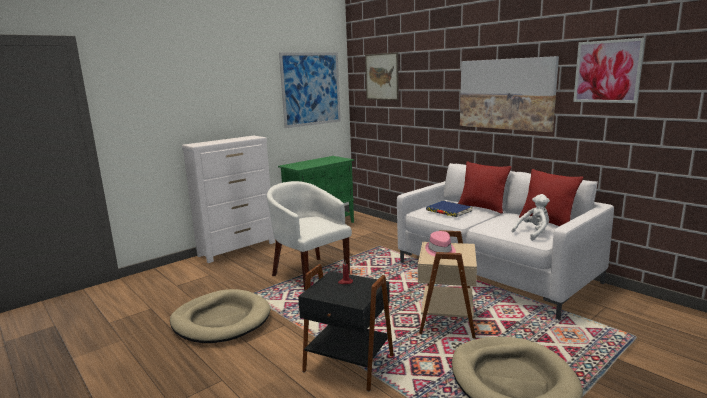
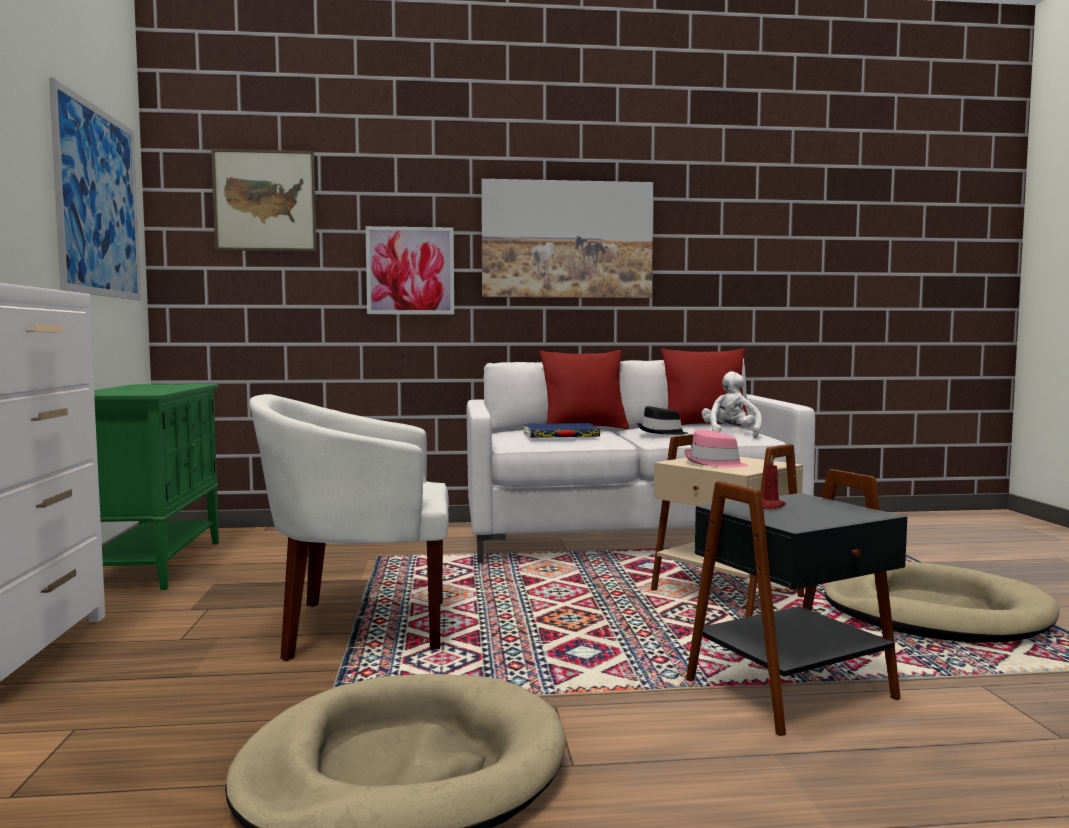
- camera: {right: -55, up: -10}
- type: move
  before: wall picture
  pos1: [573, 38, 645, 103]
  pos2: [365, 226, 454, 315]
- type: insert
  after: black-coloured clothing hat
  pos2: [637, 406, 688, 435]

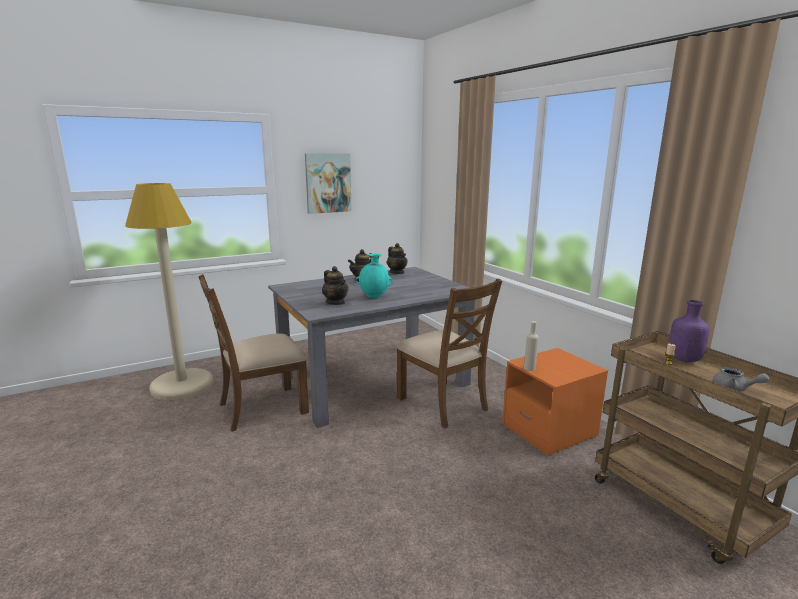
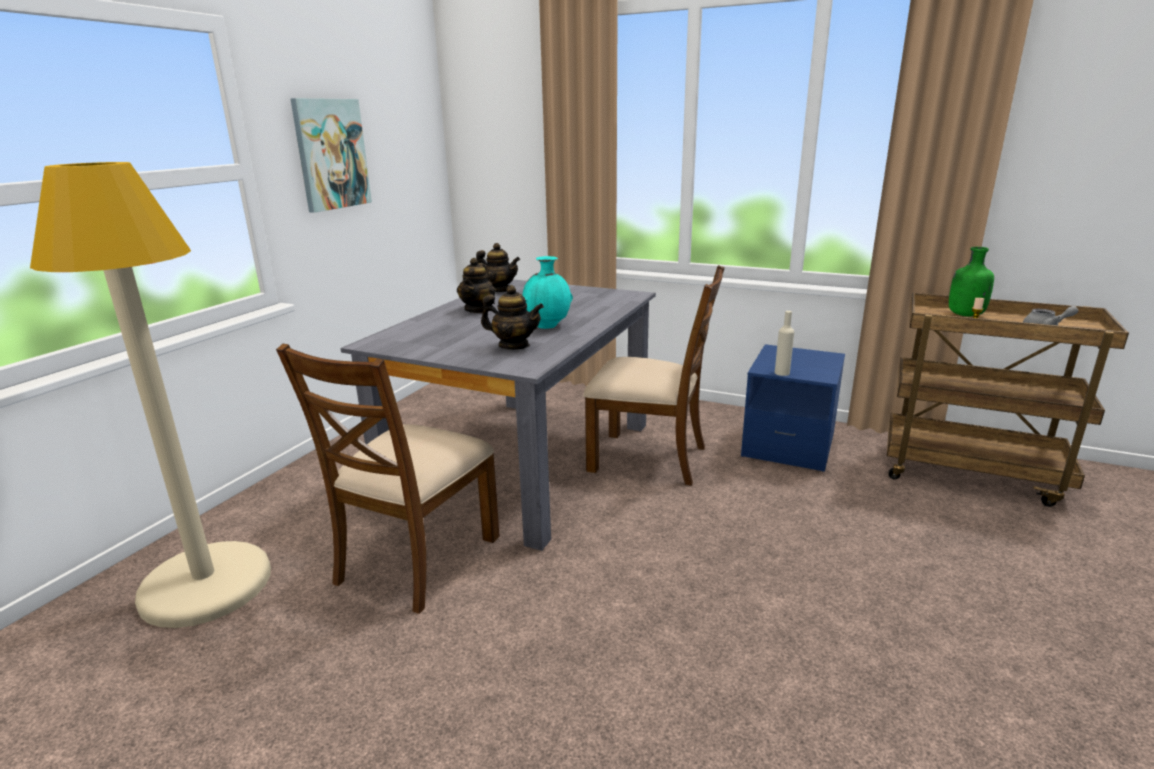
- camera: {right: -35, up: 5}
- type: recolor
  before: orange night table
  after: blue night table
  pos1: [502, 348, 608, 456]
  pos2: [741, 344, 845, 472]
- type: recolor
  before: purplish bottle
  after: green-coloured bottle
  pos1: [668, 300, 709, 362]
  pos2: [949, 247, 994, 317]

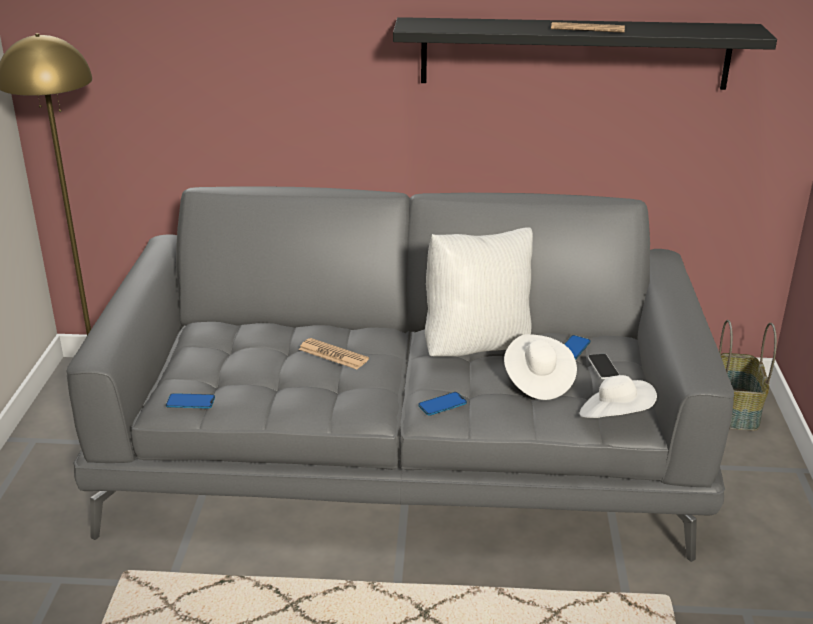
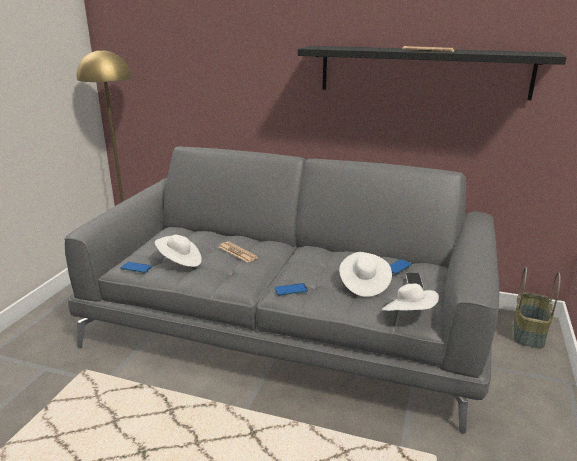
- camera: {right: 15, up: -5}
- type: delete
  before: whitish pillow
  pos1: [425, 227, 533, 357]
- type: insert
  after: whitish clothing hat
  pos2: [155, 235, 202, 267]

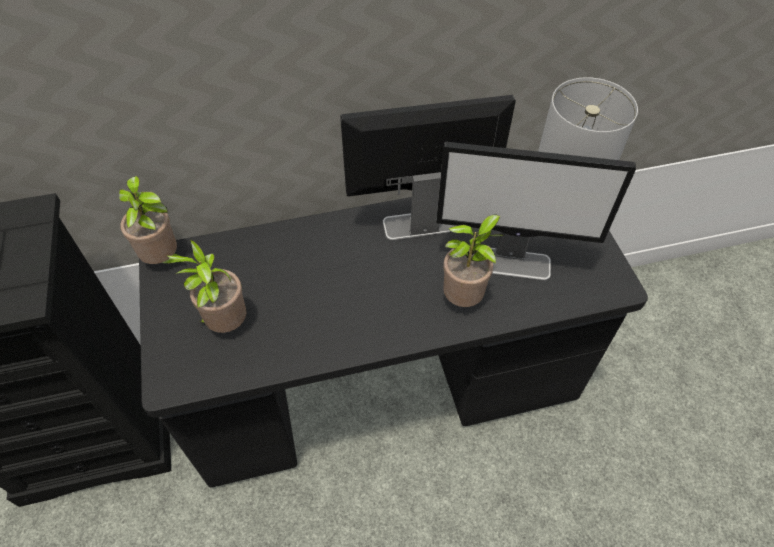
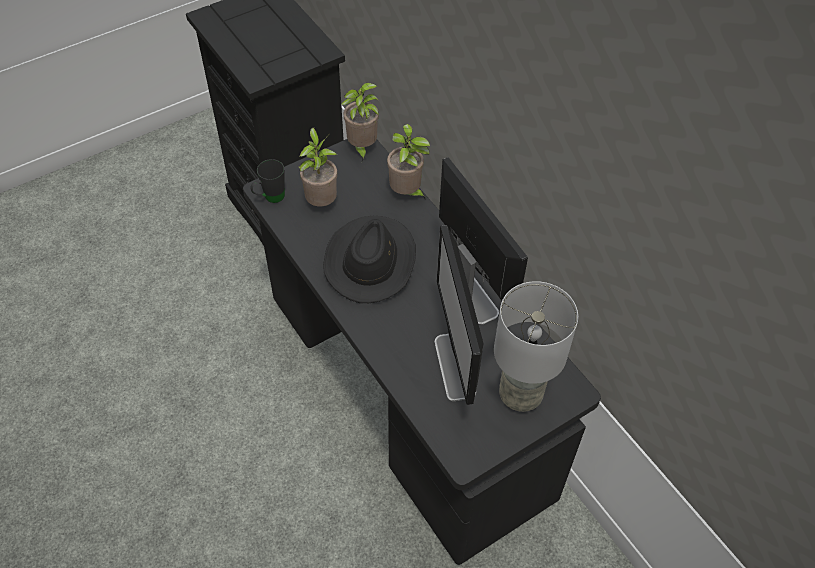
- camera: {right: 70, up: 0}
- type: move
  before: potted plant
  pos1: [443, 214, 504, 307]
  pos2: [387, 124, 430, 200]
- type: insert
  after: black-coloured mug
  pos2: [251, 159, 285, 203]
- type: insert
  after: black-coloured clothing hat
  pos2: [323, 216, 416, 303]

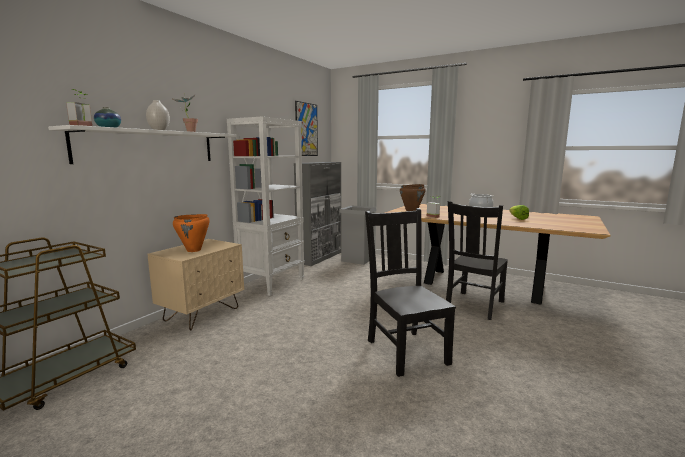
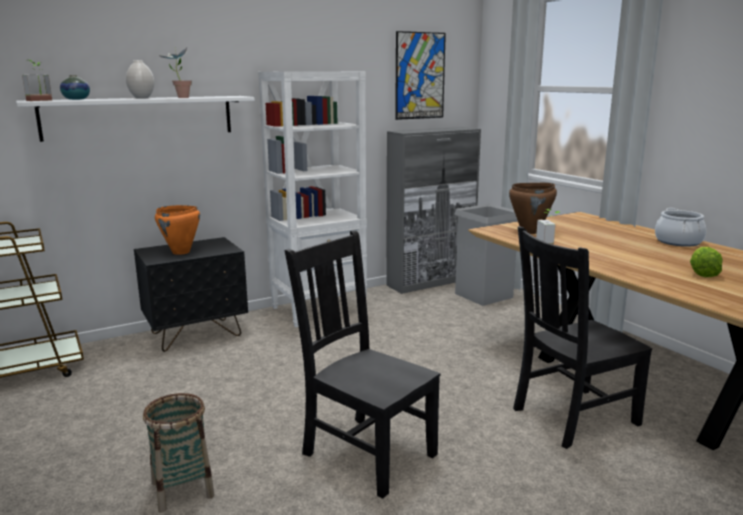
- camera: {right: 30, up: 5}
- type: recolor
  before: sand-coloured night table
  after: black-coloured night table
  pos1: [147, 239, 244, 331]
  pos2: [134, 237, 248, 352]
- type: rotate
  before: black-coloured upright chair
  pos1: [365, 208, 456, 377]
  pos2: [285, 230, 441, 499]
  turn: -60
- type: insert
  after: storage basket
  pos2: [143, 393, 214, 513]

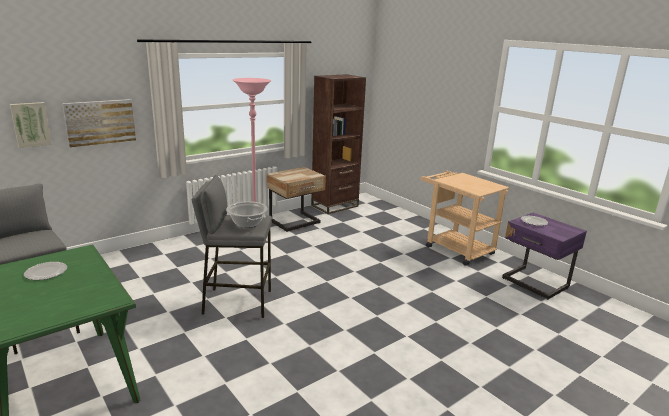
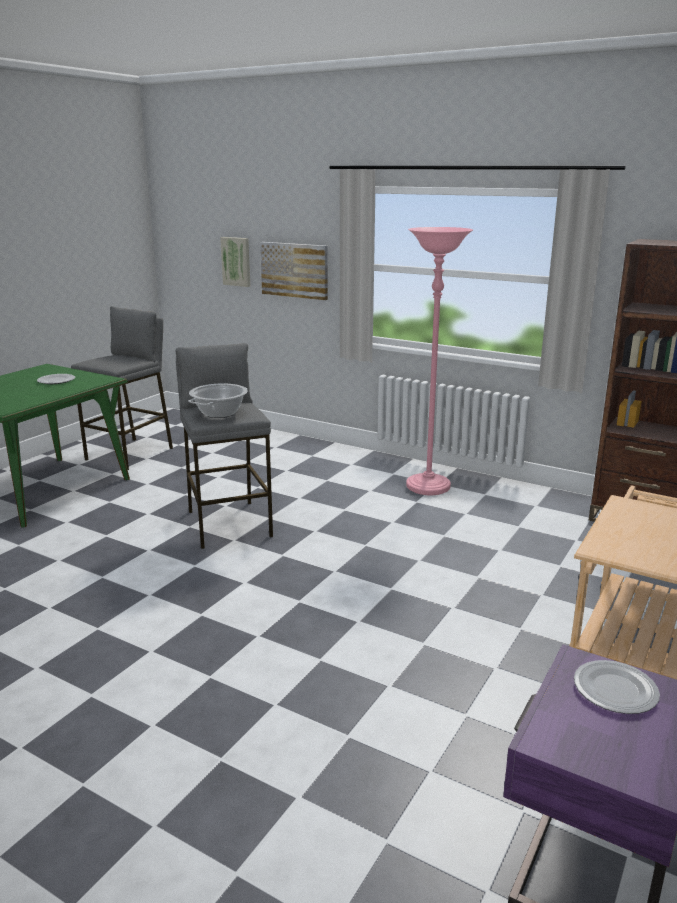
- camera: {right: 70, up: 0}
- type: delete
  before: sand-coloured night table
  pos1: [267, 167, 326, 232]

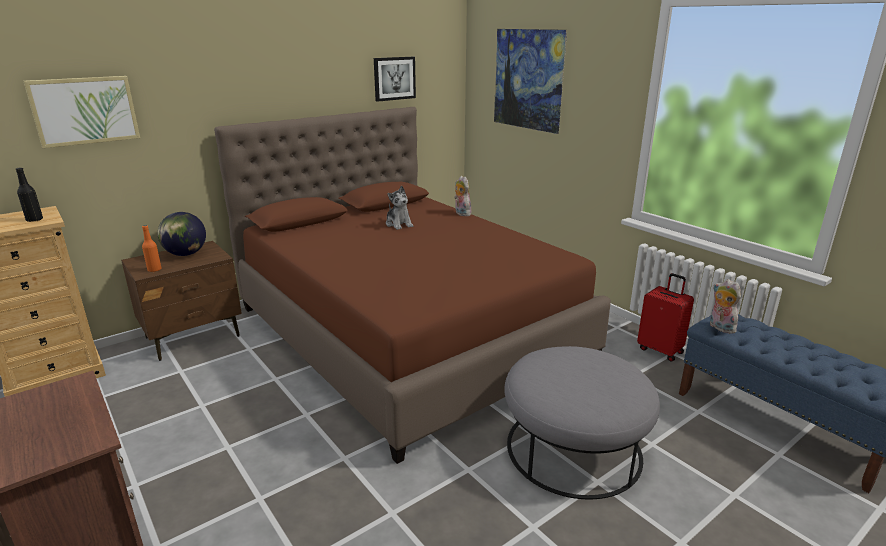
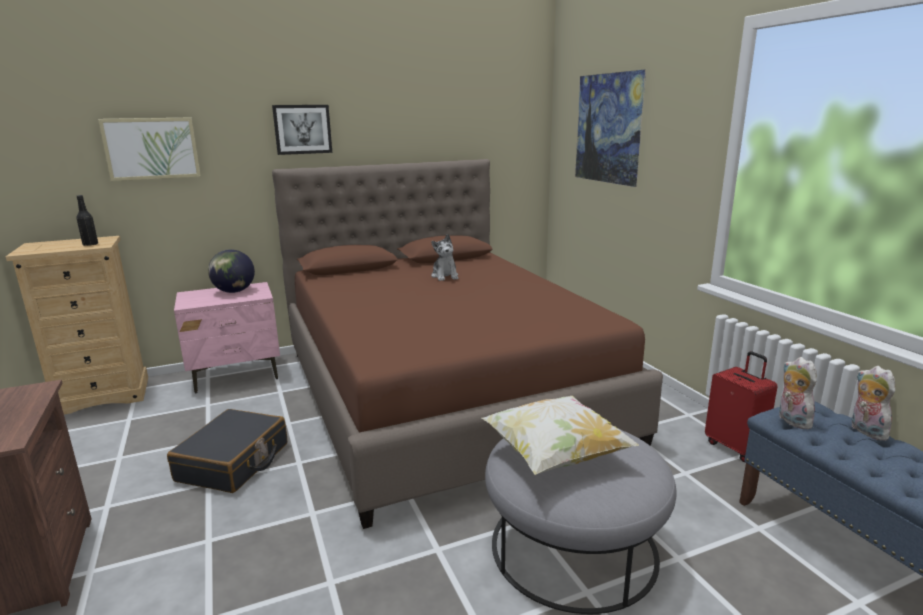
- camera: {right: 15, up: -5}
- type: recolor
  before: brown-coloured night table
  after: pink night table
  pos1: [121, 241, 242, 361]
  pos2: [174, 282, 280, 393]
- type: delete
  before: orange bottle
  pos1: [142, 225, 161, 272]
- type: move
  before: wall picture
  pos1: [374, 57, 416, 102]
  pos2: [272, 105, 332, 155]
- type: move
  before: cuddly toy
  pos1: [454, 176, 471, 216]
  pos2: [852, 366, 895, 441]
- type: insert
  after: black-coloured piece of luggage
  pos2: [167, 409, 287, 493]
- type: insert
  after: pillow
  pos2: [482, 396, 639, 475]

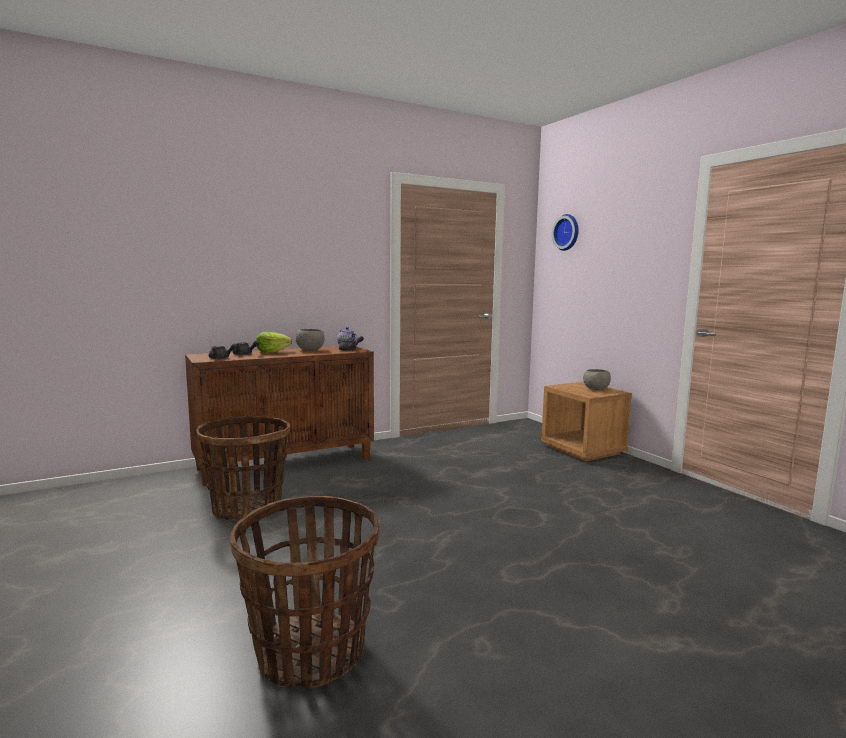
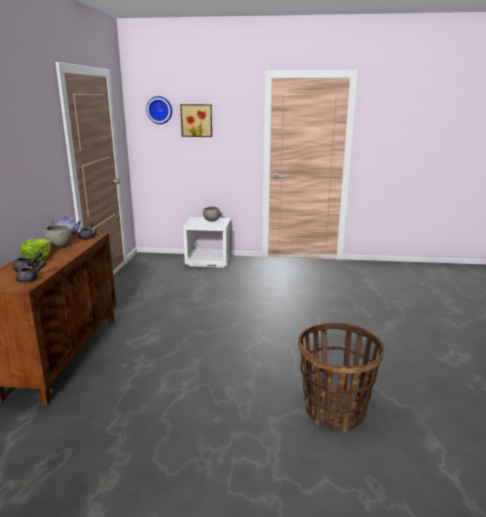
- camera: {right: -55, up: 10}
- type: delete
  before: storage basket
  pos1: [196, 416, 290, 521]
- type: recolor
  before: brown-coloured night table
  after: whitish night table
  pos1: [541, 382, 632, 462]
  pos2: [183, 217, 232, 268]
- type: insert
  after: wall picture
  pos2: [180, 104, 212, 137]

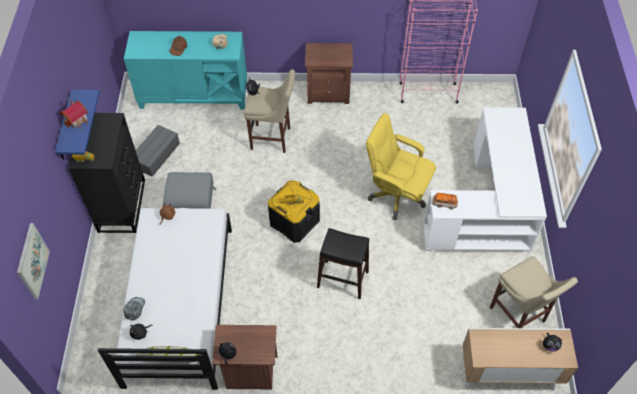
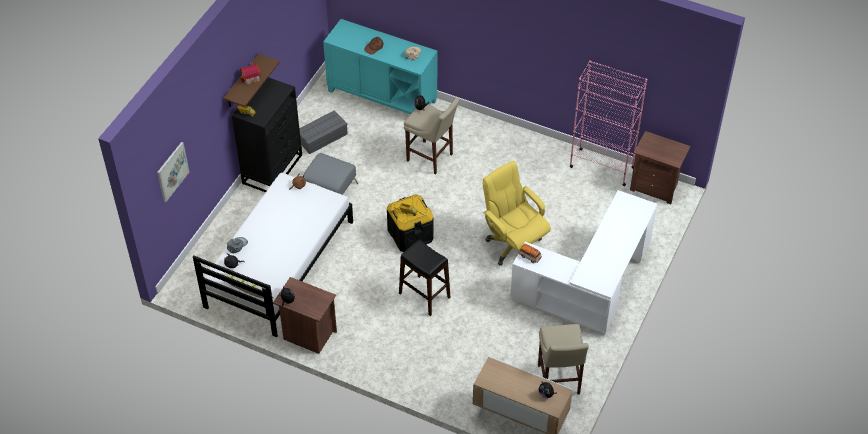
- camera: {right: 25, up: -5}
- type: recolor
  before: blue bracket shelf
  after: brown-coloured bracket shelf
  pos1: [55, 90, 100, 160]
  pos2: [223, 54, 280, 107]
- type: move
  before: brown-coloured night table
  pos1: [305, 43, 353, 104]
  pos2: [630, 131, 690, 204]

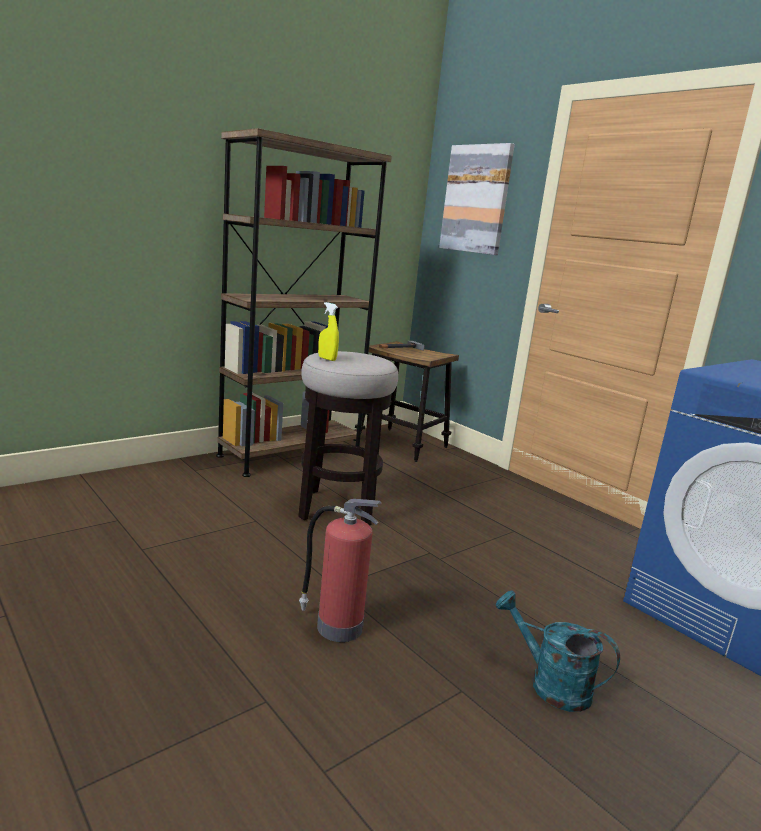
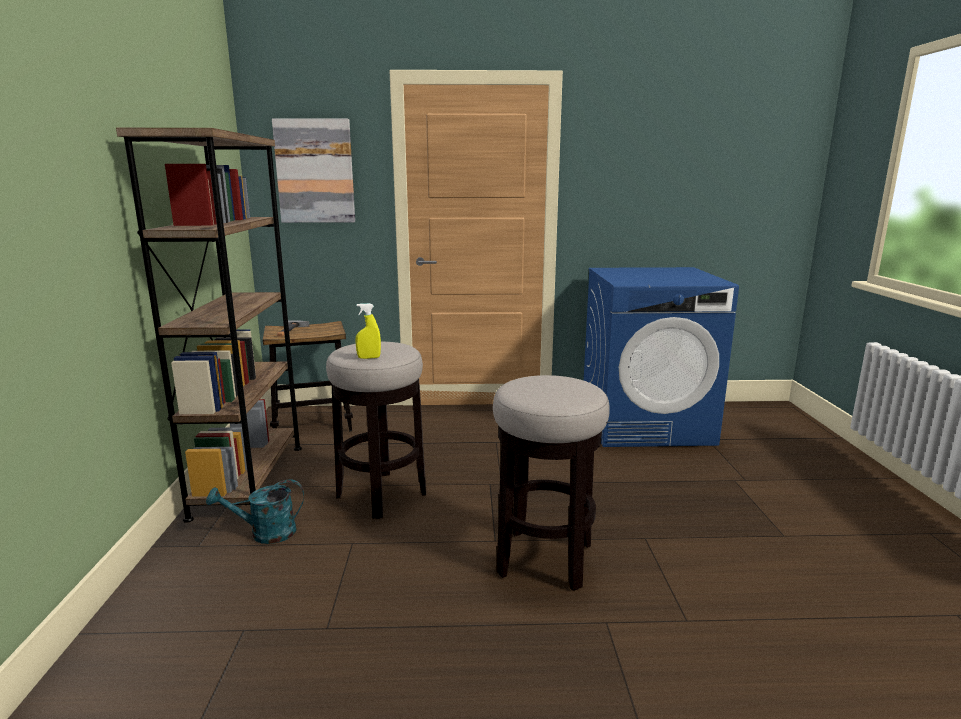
- camera: {right: -50, up: 0}
- type: replace
  before: extinguisher
  after: sitting stool
  pos1: [299, 499, 382, 642]
  pos2: [493, 375, 610, 591]
- type: move
  before: turquoise watering pot
  pos1: [496, 591, 620, 712]
  pos2: [206, 479, 304, 544]

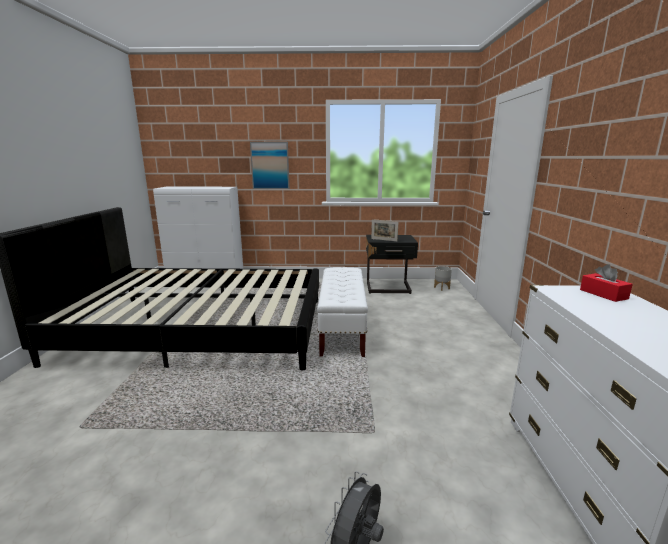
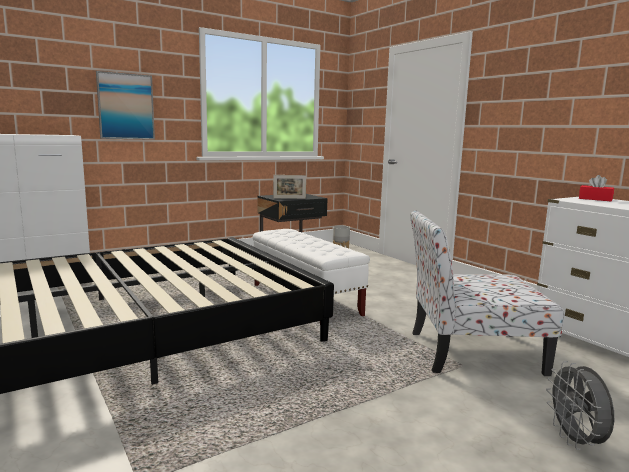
- camera: {right: -35, up: -5}
- type: insert
  after: upright chair
  pos2: [410, 210, 565, 376]

